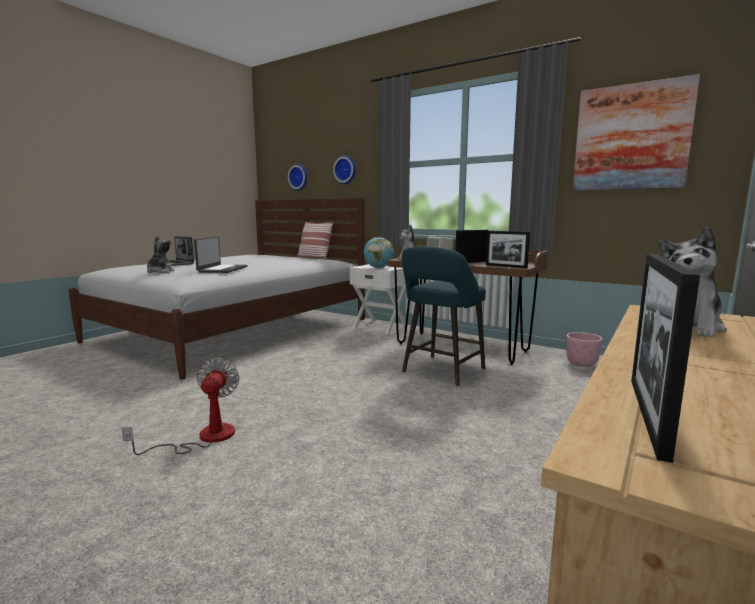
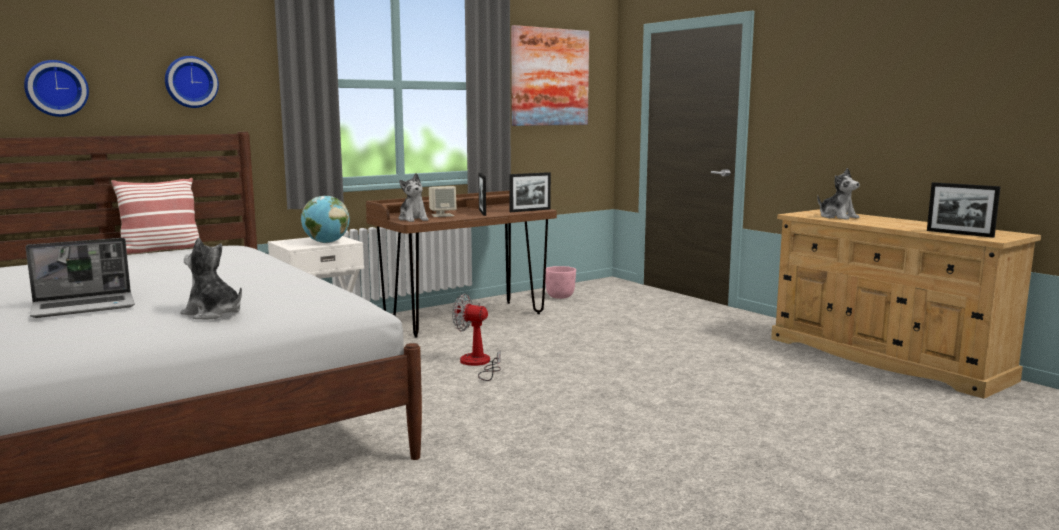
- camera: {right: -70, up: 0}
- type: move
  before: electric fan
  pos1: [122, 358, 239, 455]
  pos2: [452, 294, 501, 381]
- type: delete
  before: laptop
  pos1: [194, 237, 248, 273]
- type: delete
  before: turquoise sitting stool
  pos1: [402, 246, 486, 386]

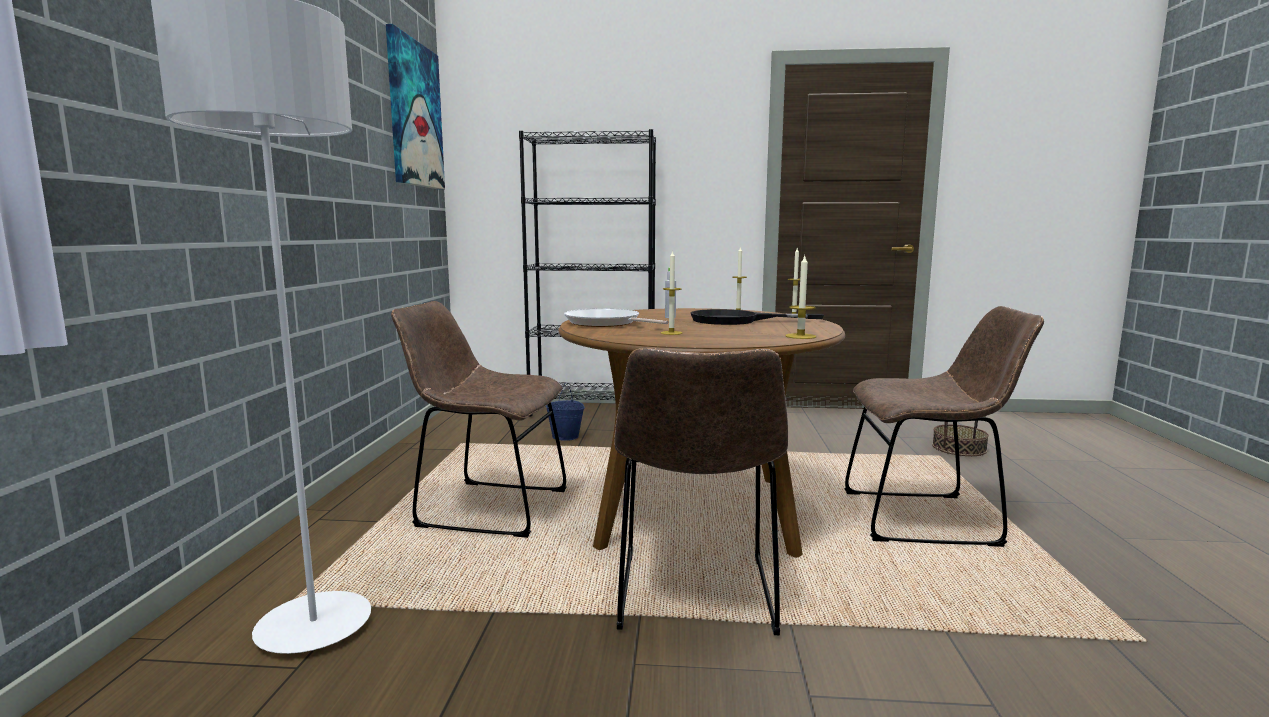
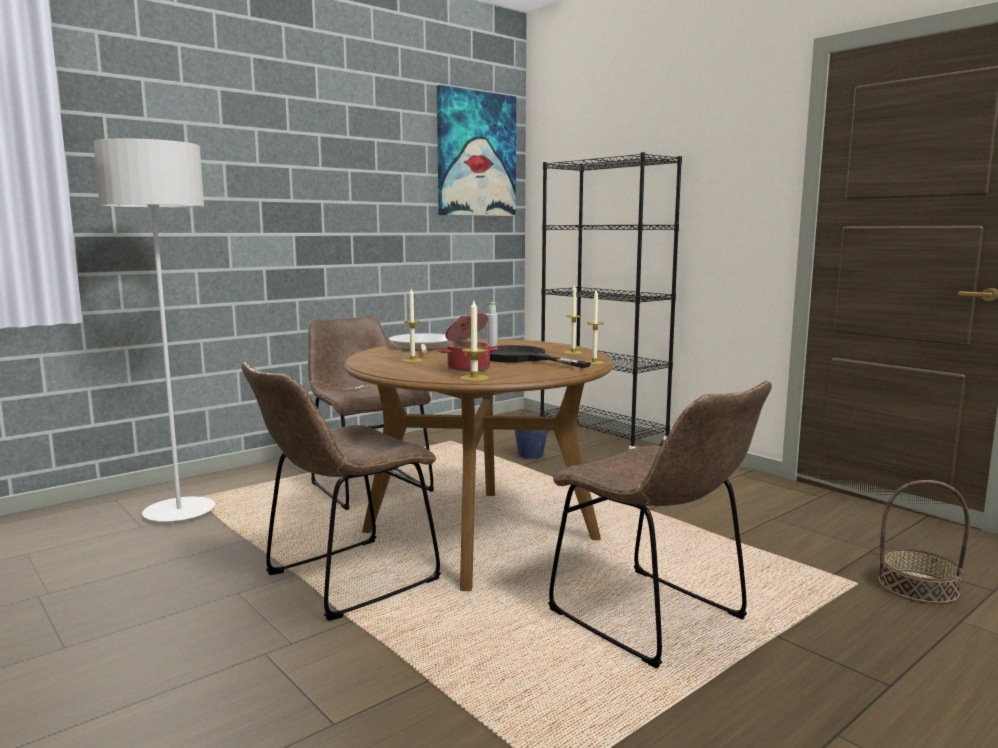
- camera: {right: 45, up: 0}
- type: insert
  after: cooking pot
  pos2: [438, 312, 498, 372]

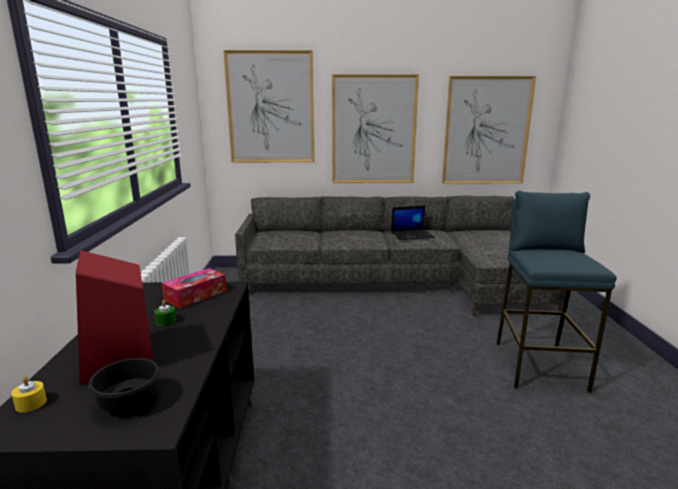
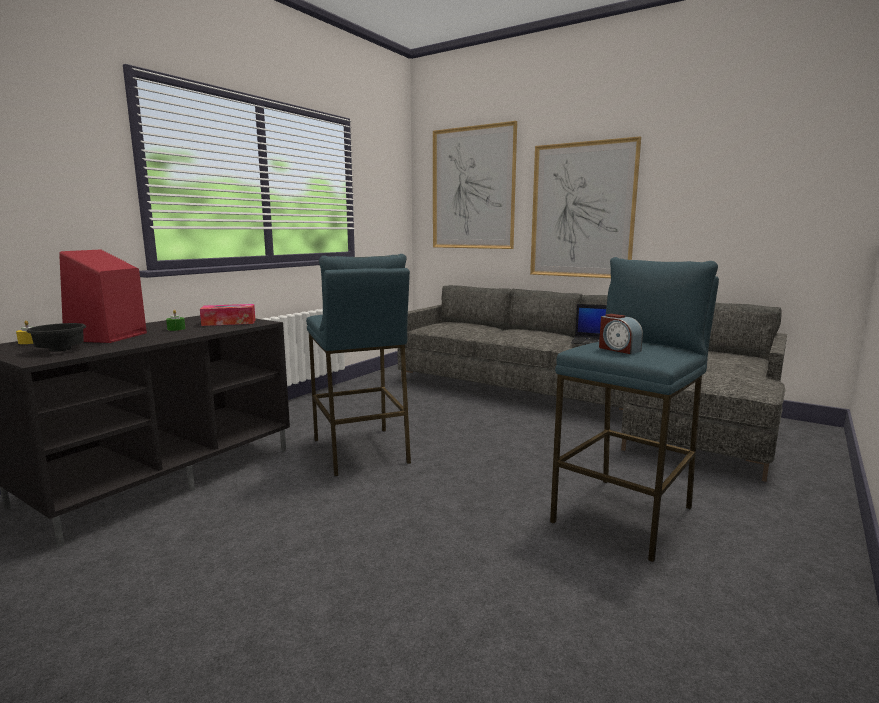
- camera: {right: 35, up: -5}
- type: delete
  before: wall picture
  pos1: [442, 76, 536, 184]
- type: insert
  after: blue sitting stool
  pos2: [306, 254, 411, 476]
- type: insert
  after: alarm clock
  pos2: [599, 314, 643, 354]

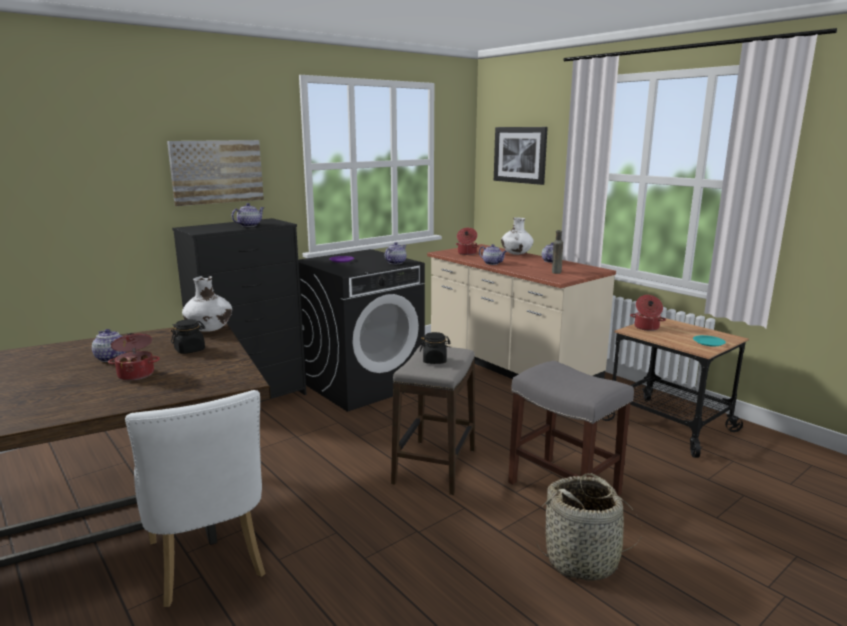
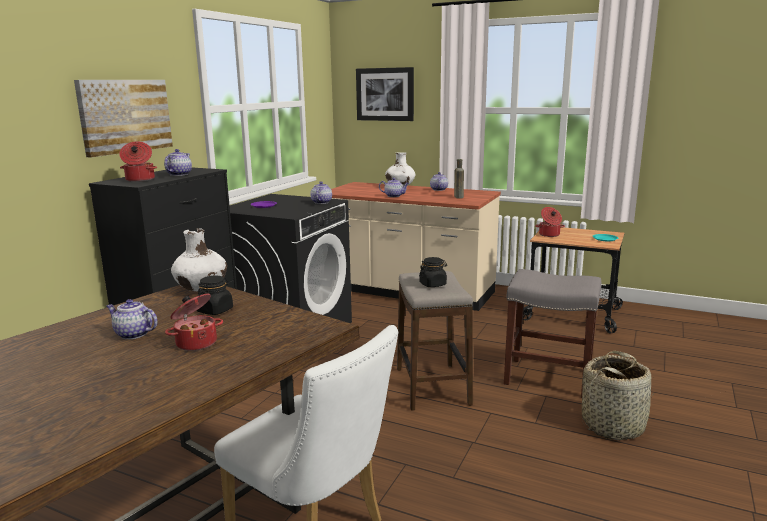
- camera: {right: -25, up: 0}
- type: move
  before: cooking pot
  pos1: [456, 228, 479, 255]
  pos2: [119, 141, 157, 182]

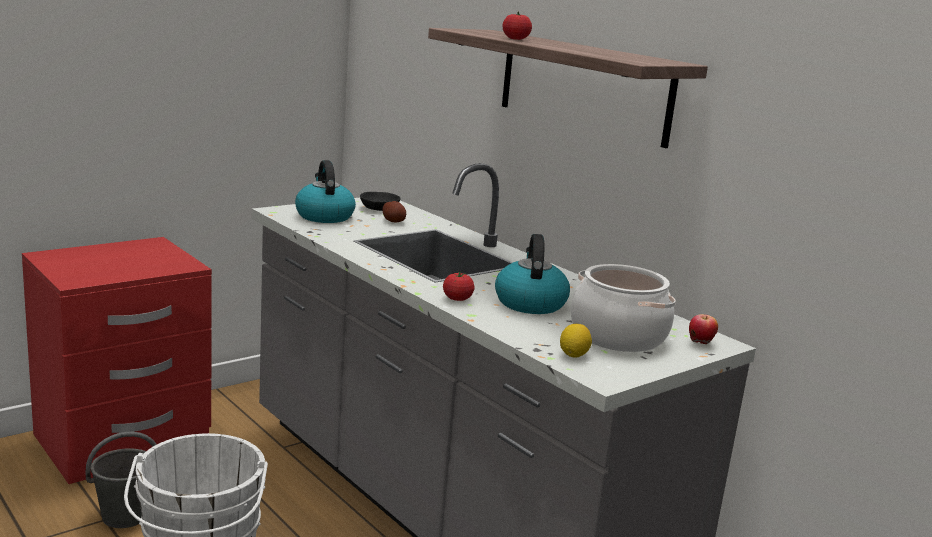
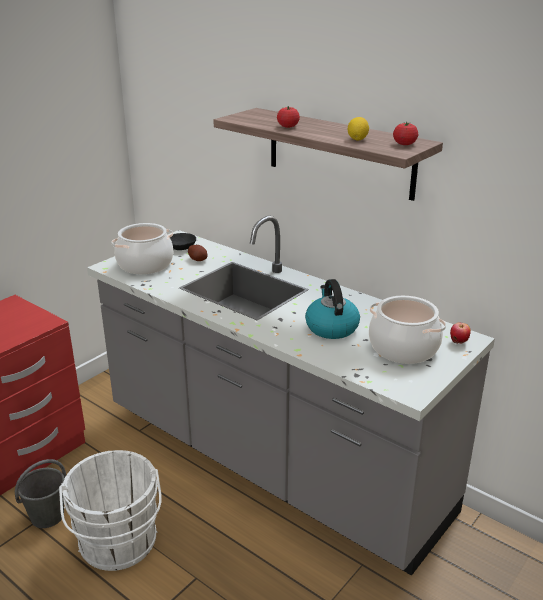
- camera: {right: -10, up: 10}
- type: replace
  before: tea kettle
  after: cooking pot
  pos1: [295, 160, 356, 223]
  pos2: [112, 223, 173, 274]
- type: move
  before: fresh tomato
  pos1: [443, 272, 475, 301]
  pos2: [393, 122, 418, 145]
- type: move
  before: citrus fruit
  pos1: [560, 324, 592, 358]
  pos2: [348, 117, 369, 141]

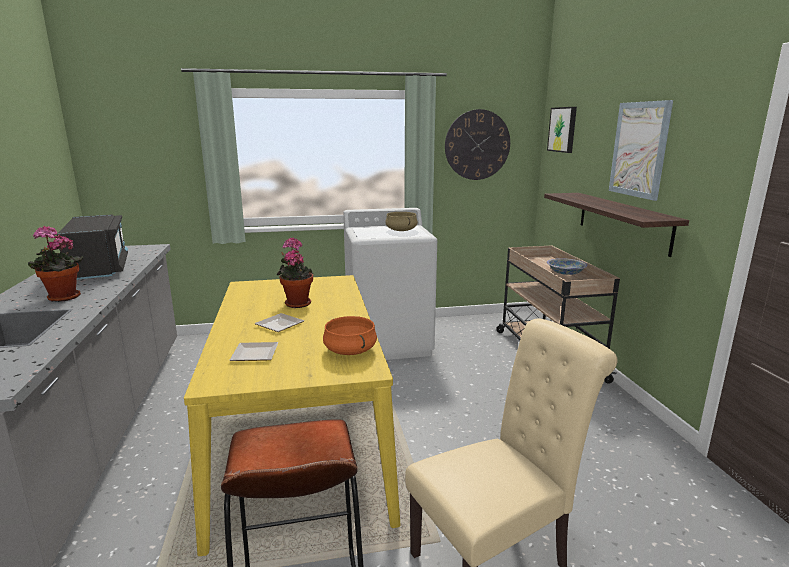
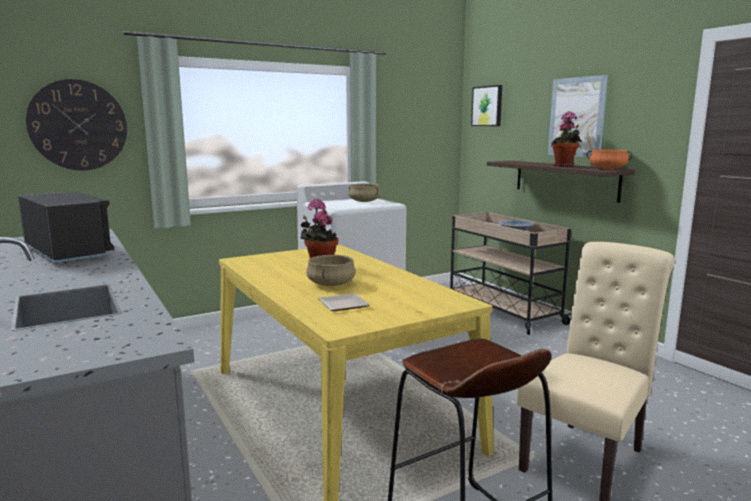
- camera: {right: -20, up: -5}
- type: move
  before: potted plant
  pos1: [28, 226, 84, 302]
  pos2: [552, 111, 582, 167]
- type: replace
  before: plate
  after: sand-coloured cooking pot
  pos1: [255, 313, 304, 332]
  pos2: [306, 255, 356, 286]
- type: move
  before: orange cooking pot
  pos1: [323, 316, 377, 355]
  pos2: [587, 149, 632, 169]
- type: move
  before: clock on the wall
  pos1: [445, 109, 510, 180]
  pos2: [26, 79, 127, 170]

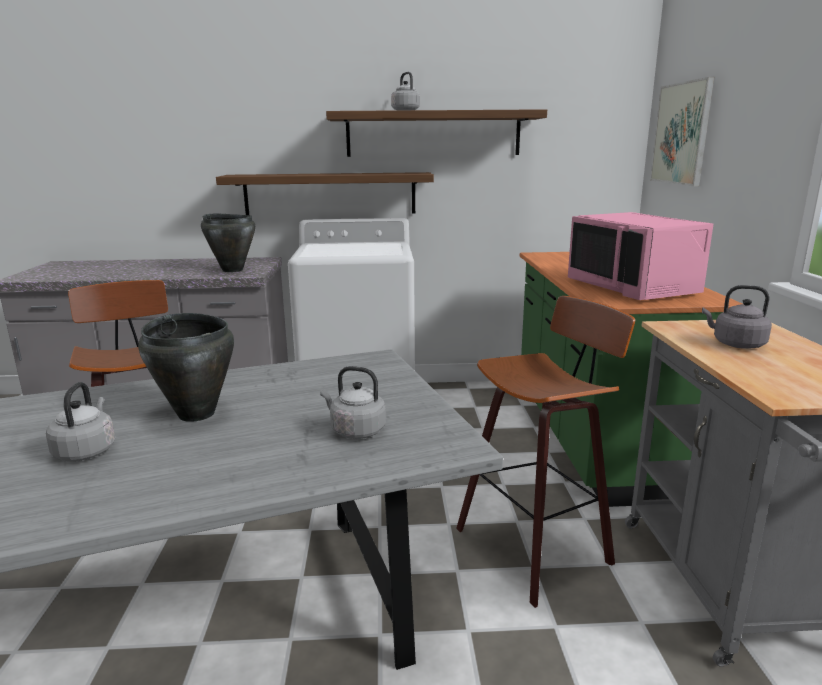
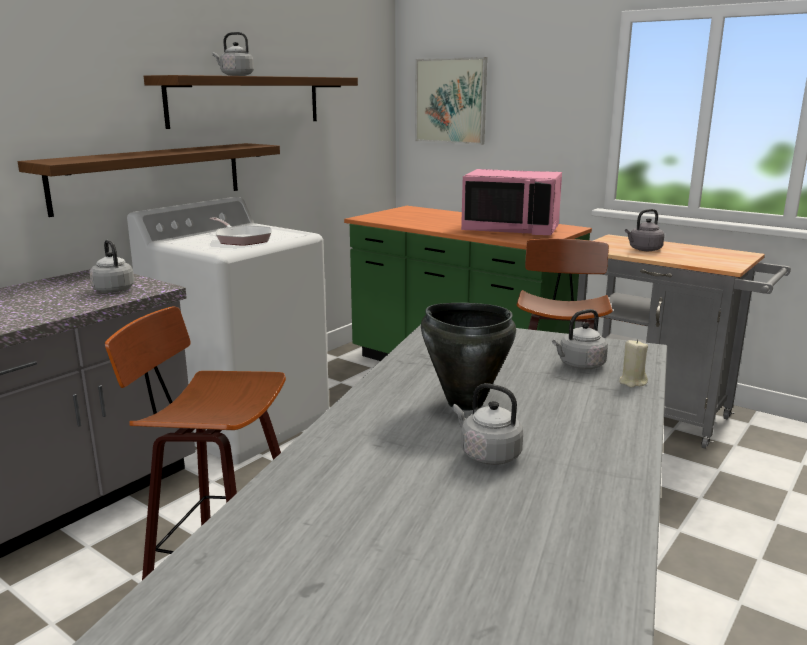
- camera: {right: -50, up: 0}
- type: replace
  before: black-coloured cooking pot
  after: gray tea kettle
  pos1: [201, 214, 255, 272]
  pos2: [89, 240, 134, 293]
- type: insert
  after: skillet
  pos2: [210, 217, 272, 246]
- type: insert
  after: sand-coloured wax candle
  pos2: [619, 339, 648, 387]

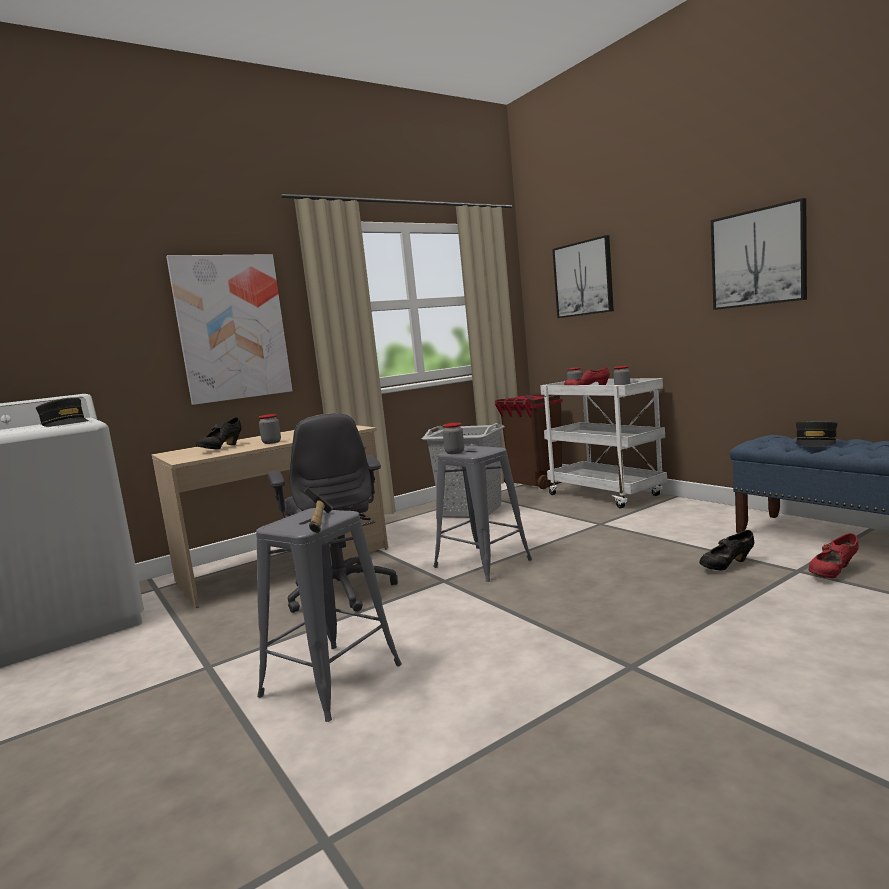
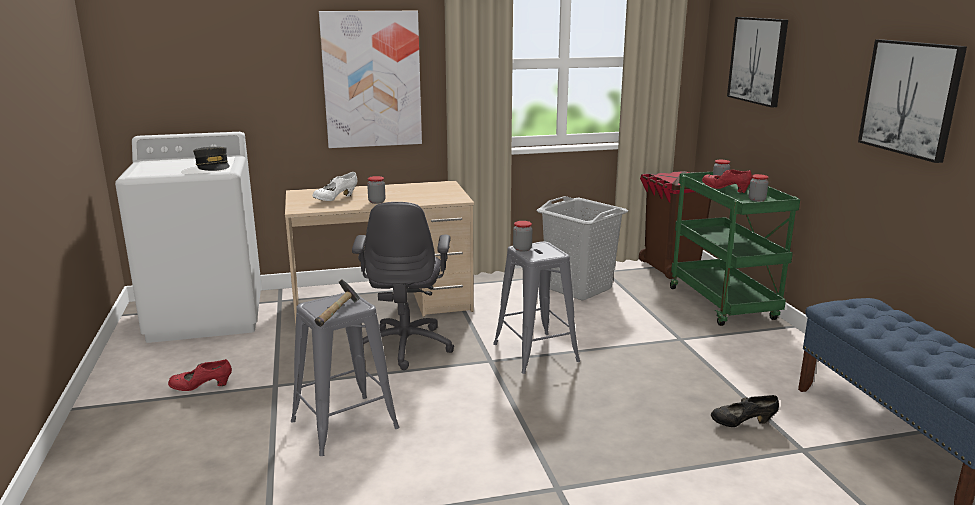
- camera: {right: 20, up: 10}
- type: recolor
  before: black-coloured shoe
  after: whitish shoe
  pos1: [196, 417, 242, 449]
  pos2: [313, 172, 357, 201]
- type: recolor
  before: whitish cart
  after: green-coloured cart
  pos1: [540, 378, 667, 508]
  pos2: [670, 172, 800, 326]
- type: delete
  before: gray cap
  pos1: [796, 420, 838, 447]
- type: move
  before: reddish shoe
  pos1: [808, 533, 859, 578]
  pos2: [168, 359, 232, 391]

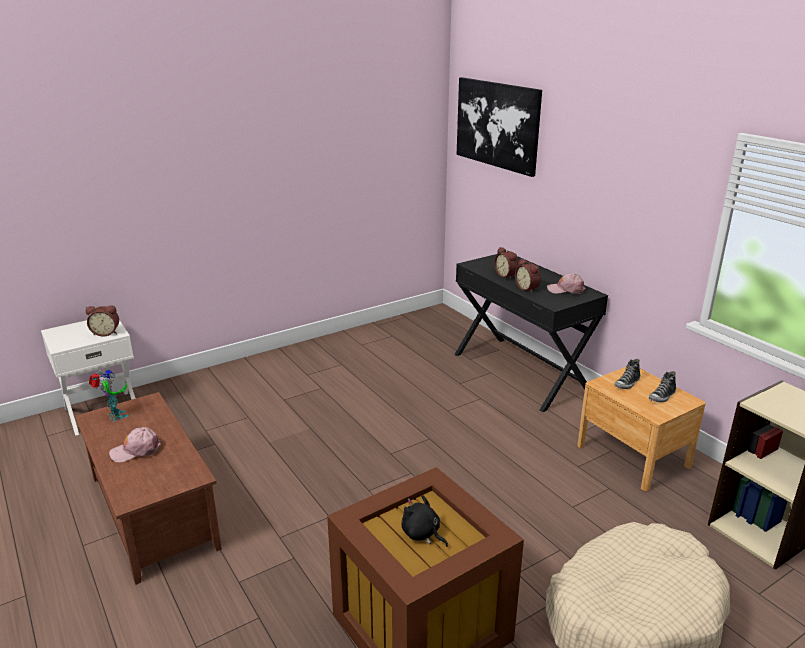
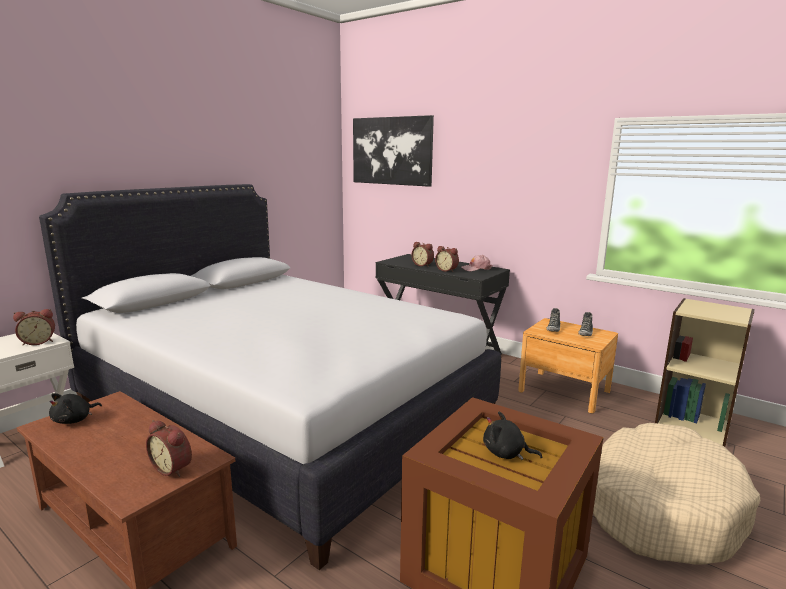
- camera: {right: -20, up: -10}
- type: replace
  before: model robot
  after: black-coloured cuddly toy
  pos1: [89, 368, 129, 422]
  pos2: [49, 393, 102, 424]
- type: delete
  before: pink cap
  pos1: [109, 427, 161, 463]
- type: insert
  after: whitish bed
  pos2: [39, 184, 501, 570]
- type: insert
  after: alarm clock
  pos2: [146, 420, 192, 477]

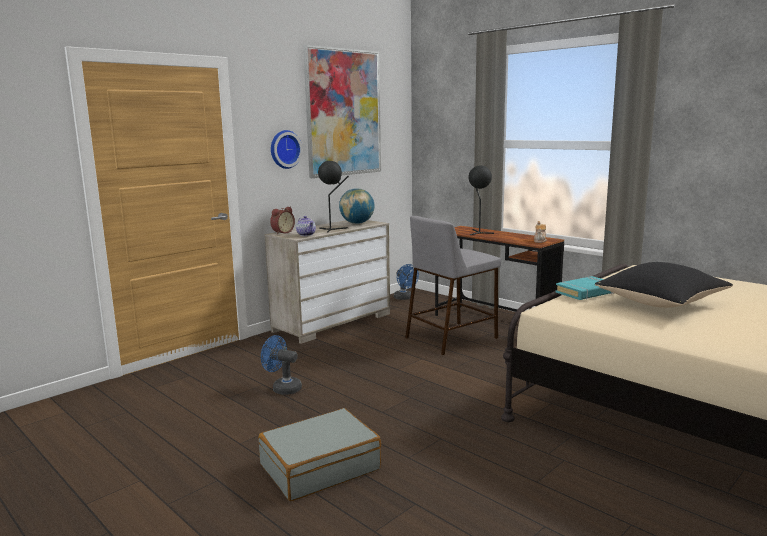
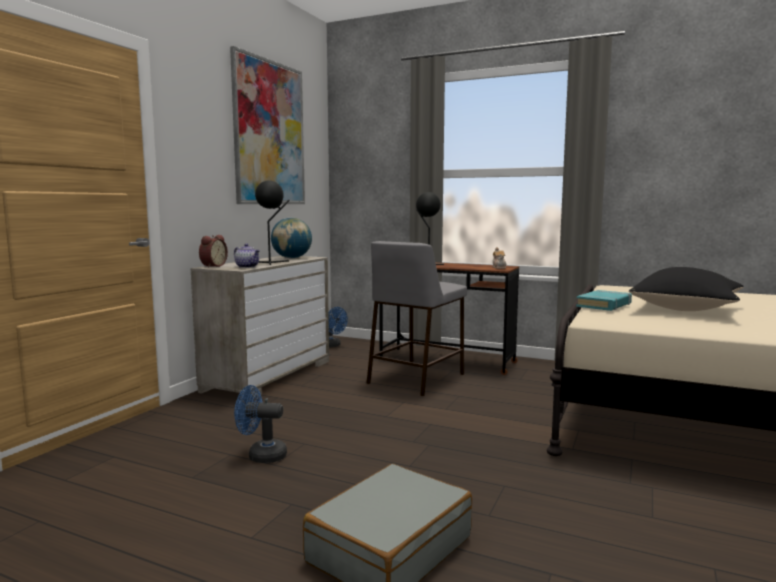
- camera: {right: -20, up: -5}
- type: delete
  before: clock on the wall
  pos1: [271, 130, 303, 169]

